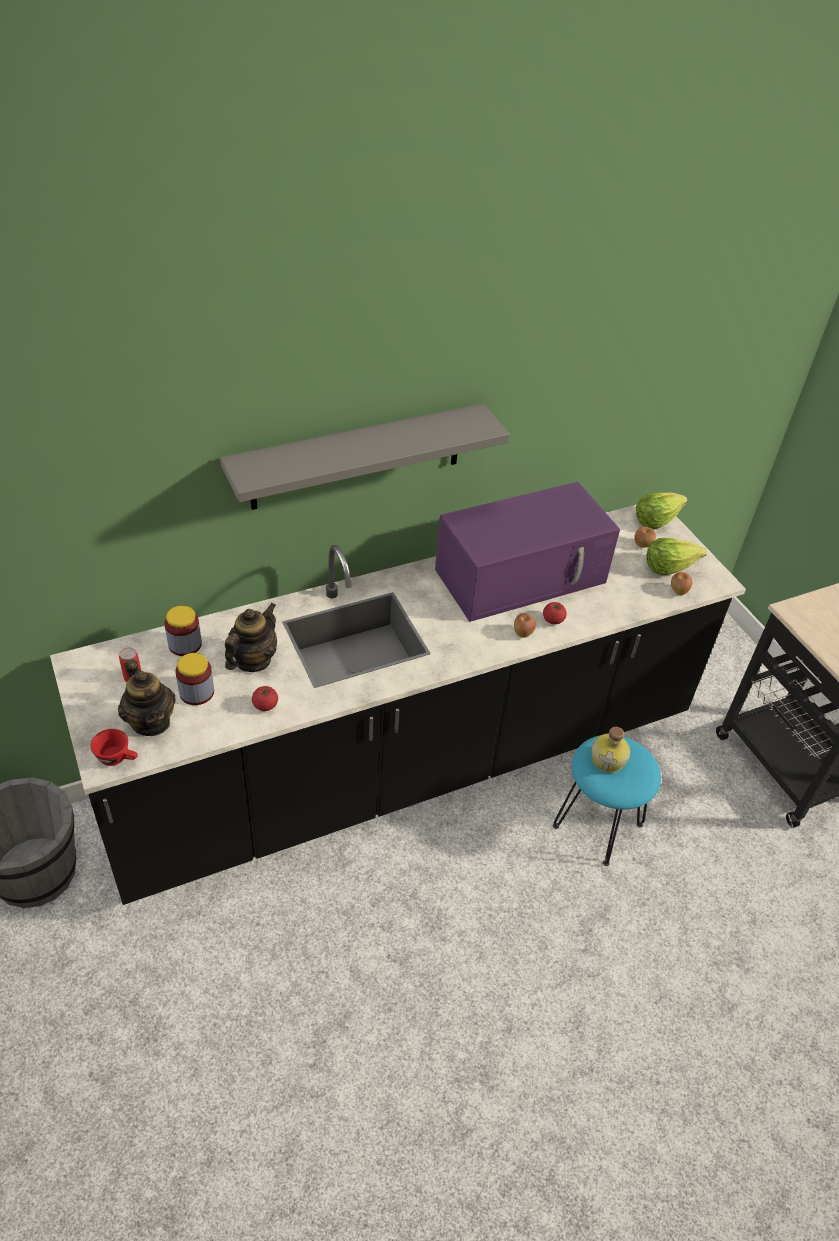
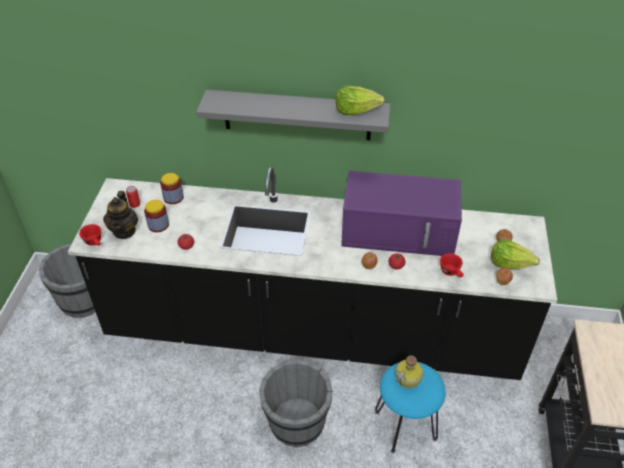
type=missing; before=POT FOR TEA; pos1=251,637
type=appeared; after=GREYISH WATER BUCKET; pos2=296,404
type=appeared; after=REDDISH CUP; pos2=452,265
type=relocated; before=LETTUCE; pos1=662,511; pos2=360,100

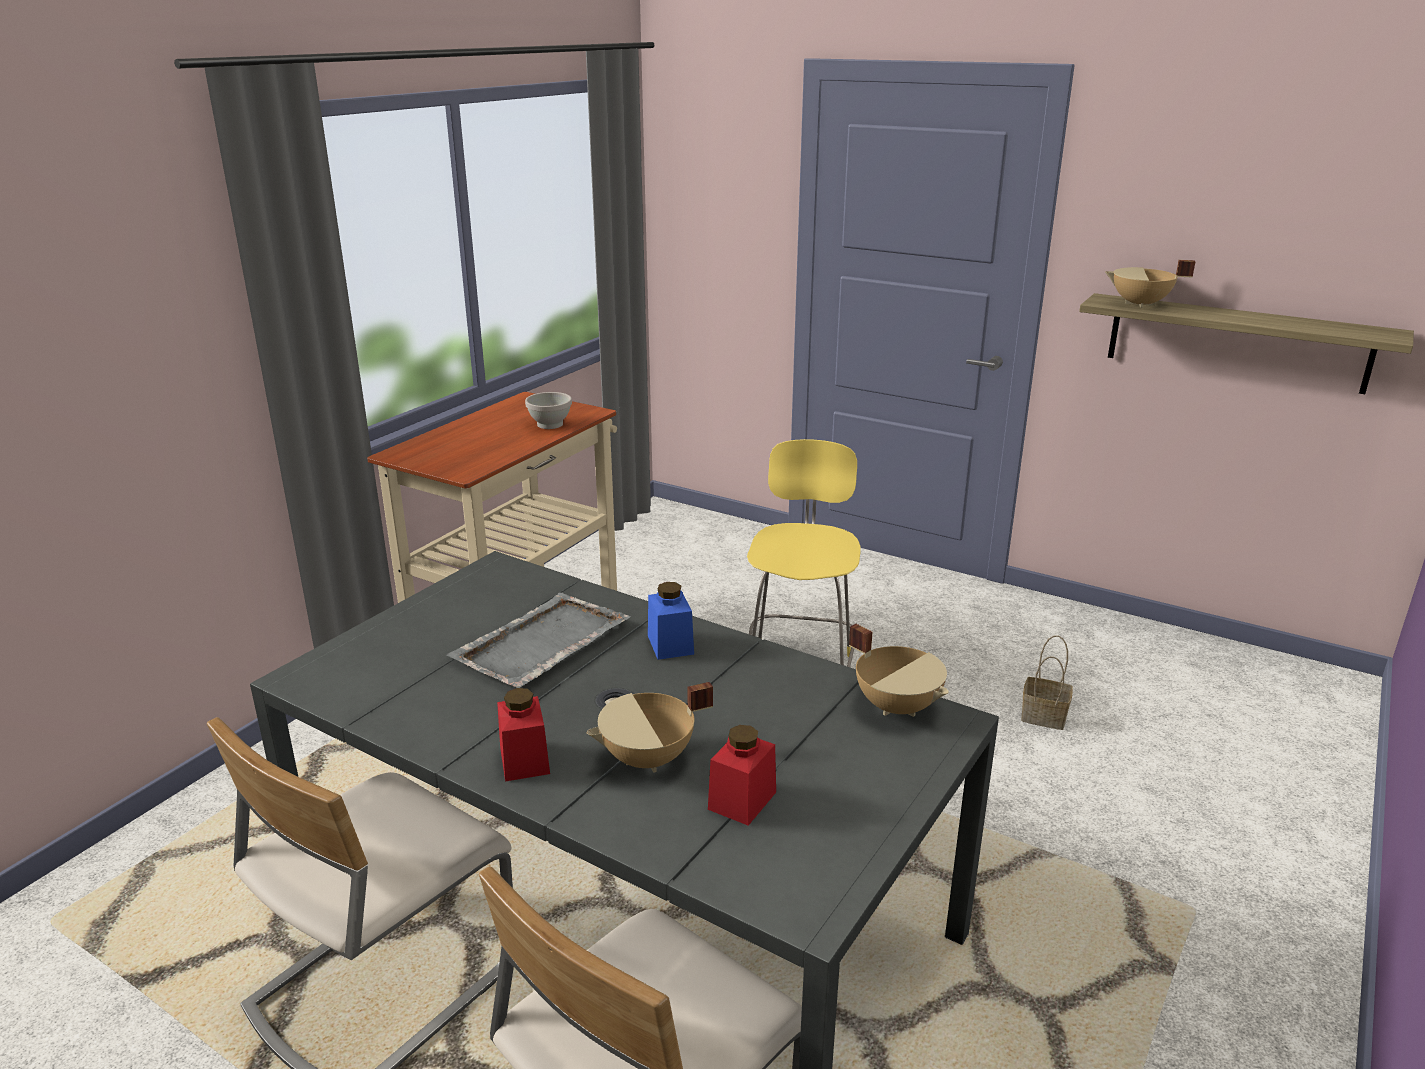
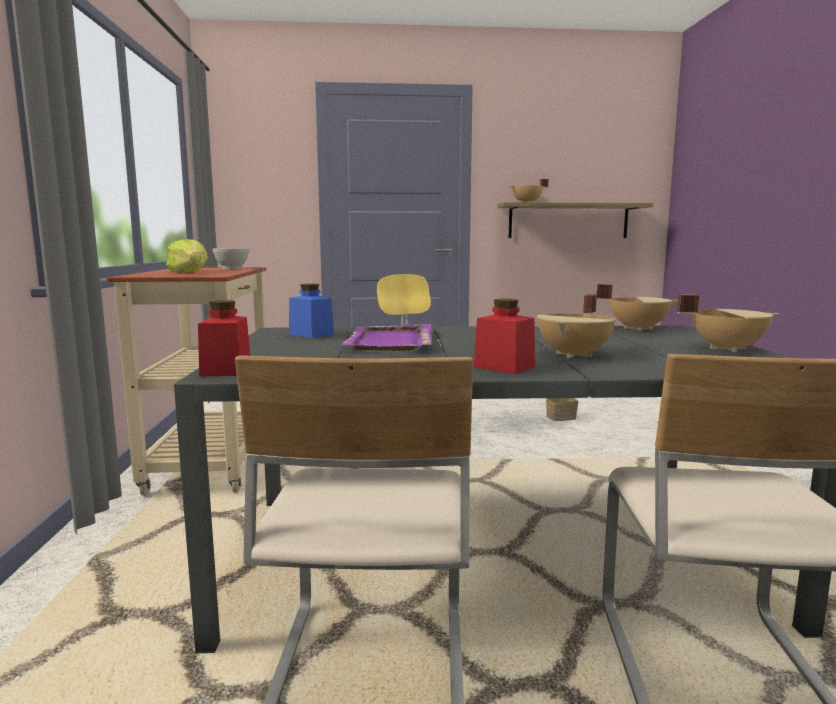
type=appeared; after=LETTUCE; pos2=187,256
type=appeared; after=BEIGE SAUCEPOT; pos2=728,323
type=relocated; before=BLUISH JAR; pos1=671,621; pos2=311,311
type=relocated; before=REDDISH JAR; pos1=742,775; pos2=224,338
type=colour; before=GREYISH TRAY; after=PURPLE TRAY; pos1=538,640; pos2=386,337

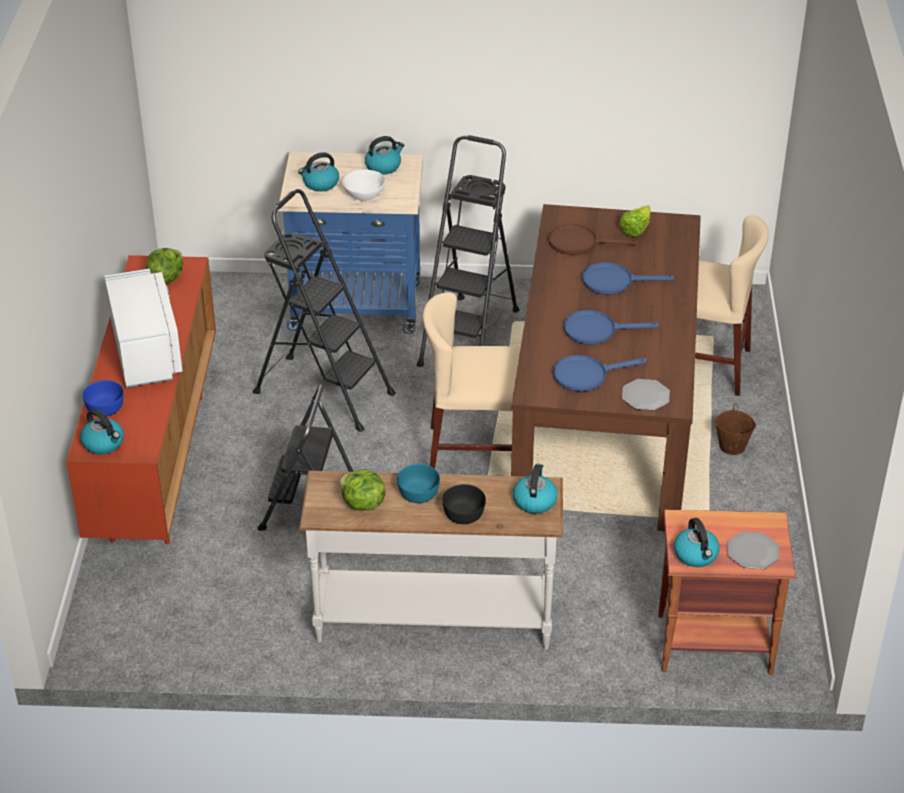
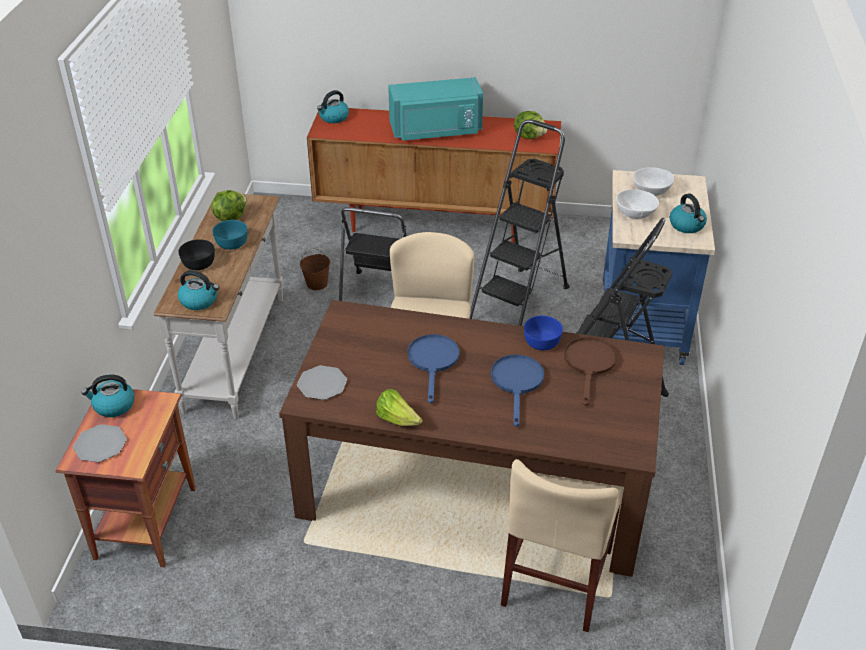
type=missing; before=BLUISH FRYING PAN; pos1=600,373
type=relocated; before=BLUISH BOWL; pos1=103,398; pos2=543,333
type=relocated; before=LETTUCE; pos1=635,221; pos2=399,407
type=relocated; before=BROWN WATER BUCKET; pos1=735,429; pos2=315,269
type=exchanged; before=KETTLE; after=WHITISH BOWL; pos1=318,172; pos2=653,181
type=colour; before=WHITISH MICROWAVE; after=BLUE-GREEN MICROWAVE; pos1=143,328; pos2=435,109

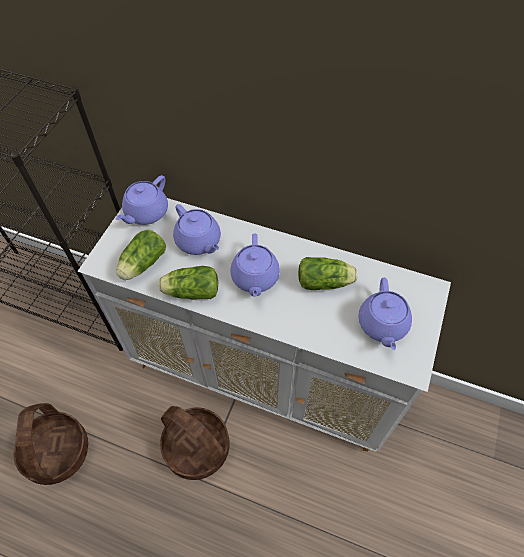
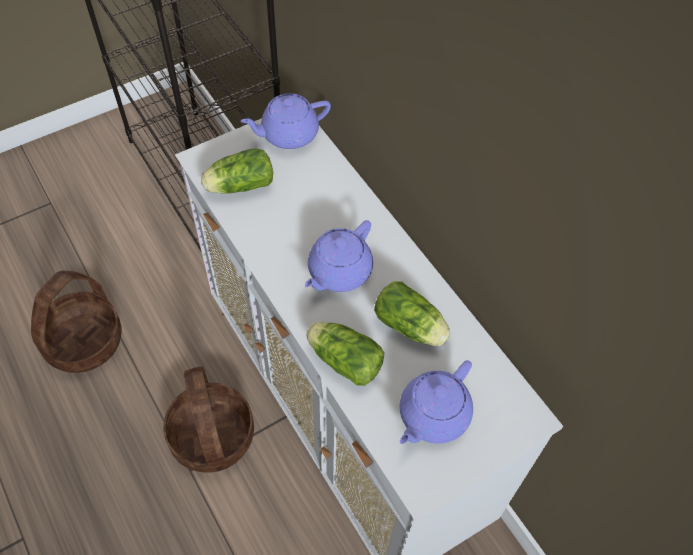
type=missing; before=PURPLE POT FOR TEA; pos1=197,229
type=relocated; before=LETTUCE; pos1=188,283; pos2=345,354

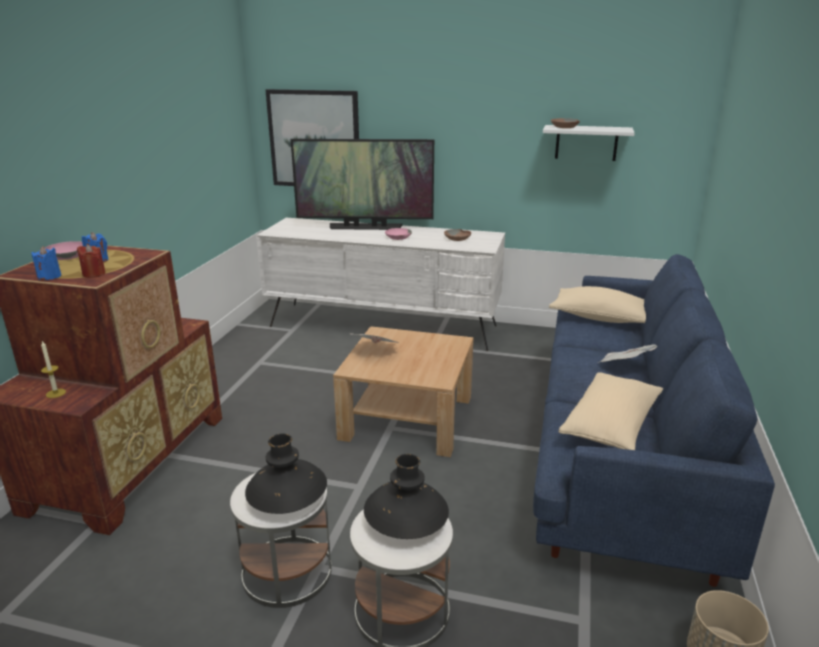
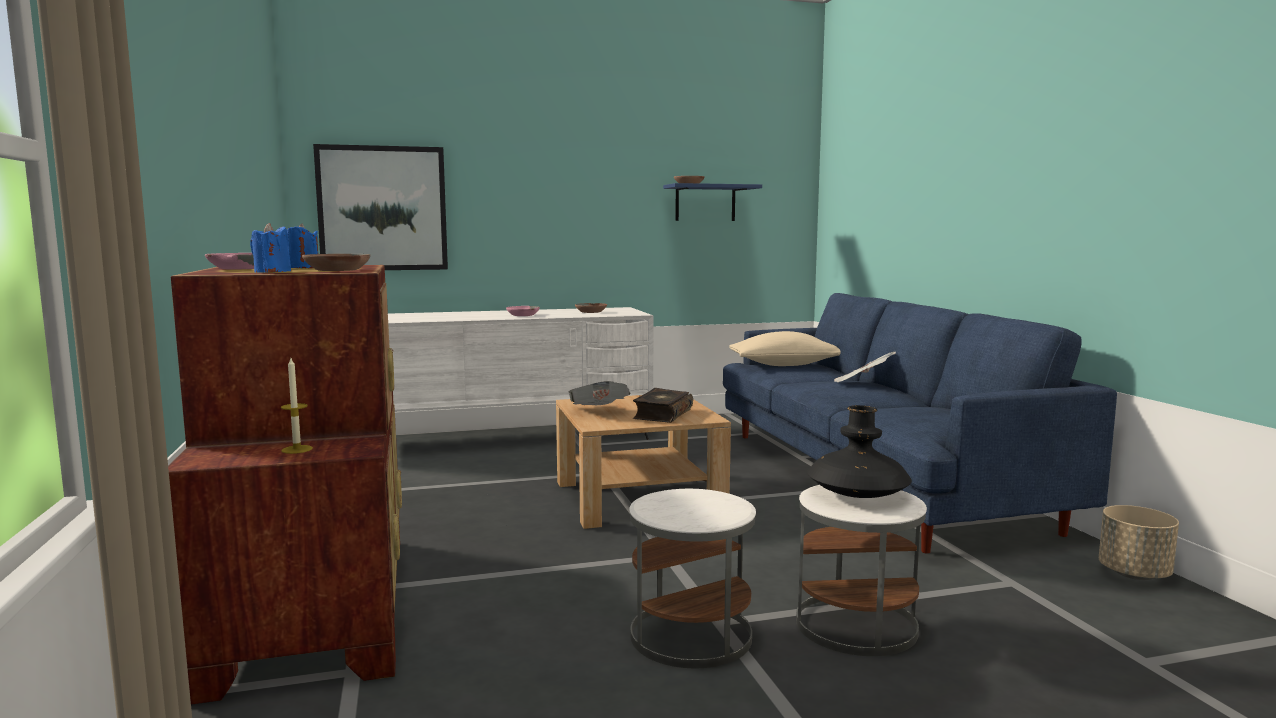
type=missing; before=BLACKISH VASE; pos1=286,473
type=missing; before=TELEVISION; pos1=362,184
type=missing; before=BEIGE CUSHION; pos1=611,411
type=appeared; after=VOLUME; pos2=663,405
type=exchanged; before=REDDISH CANDLE; after=BROWN BOWL; pos1=91,261; pos2=336,262
type=colour; before=WHITISH SHELF; after=BLUISH SHELF; pos1=588,143; pos2=712,202

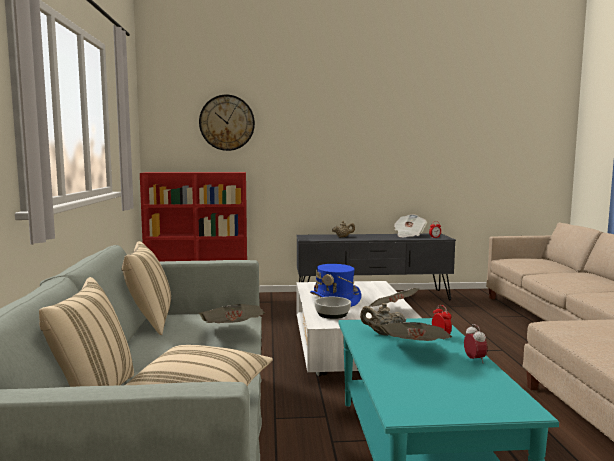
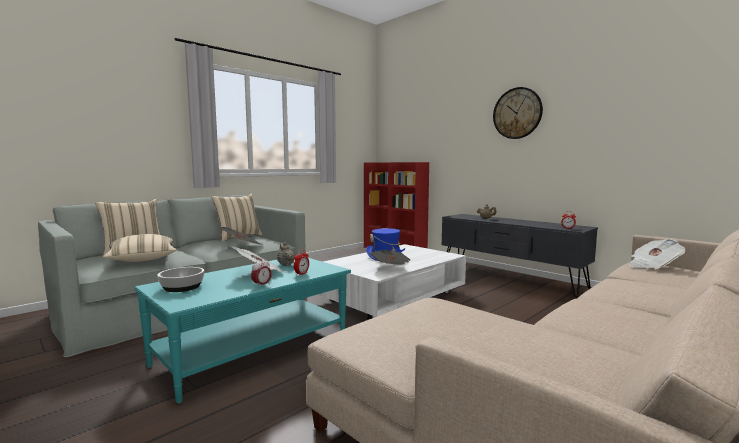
type=relocated; before=CLOCK ON THE WALL; pos1=227,122; pos2=518,113
type=relocated; before=BOWL; pos1=332,308; pos2=180,279
type=relocated; before=DAILY PAPER; pos1=410,225; pos2=657,254

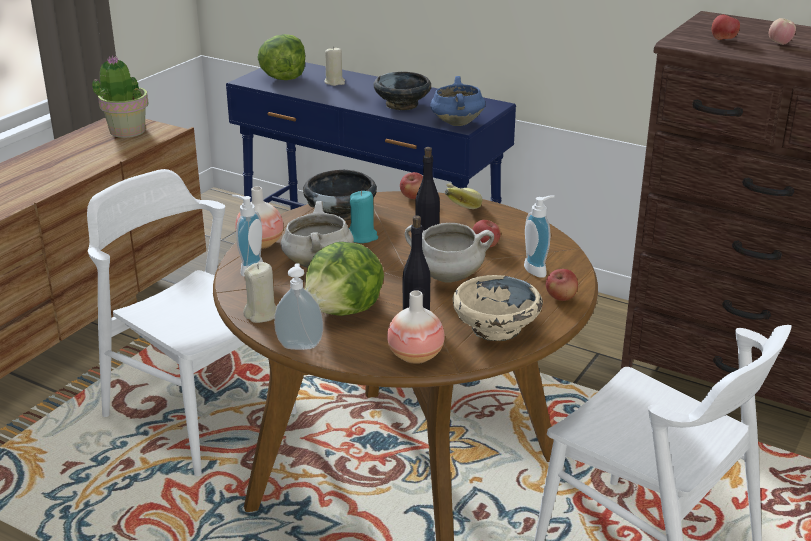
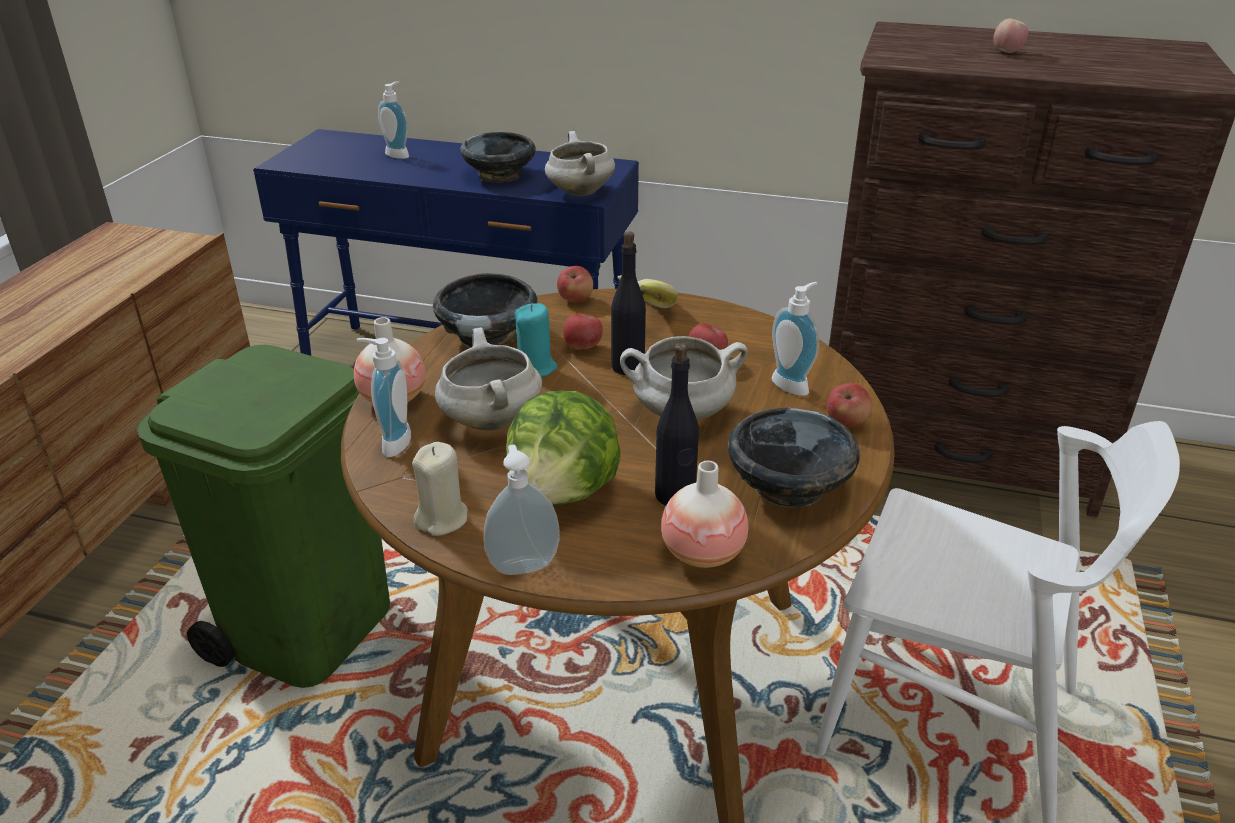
type=missing; before=PLANT IN A POT; pos1=120,97
type=missing; before=LETTUCE; pos1=281,57
type=relocated; before=APPLE; pos1=726,27; pos2=583,331
type=exchanged; before=WHITISH UPRIGHT CHAIR; after=GREEN WASTE BIN; pos1=192,322; pos2=263,516
type=exchanged; before=BEIGE CANDLE; after=LIQUID SOAP BOTTLE; pos1=334,66; pos2=393,120
type=colour; before=BLUISH SAUCEPOT; after=WHITISH SAUCEPOT; pos1=458,101; pos2=580,163
type=colour; before=BEIGE BOWL; after=BLACKISH BOWL; pos1=498,308; pos2=794,457

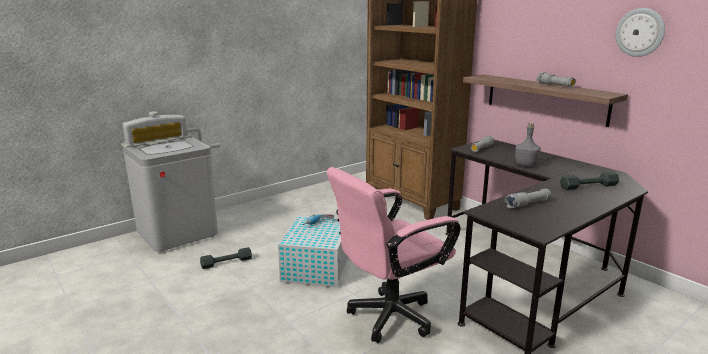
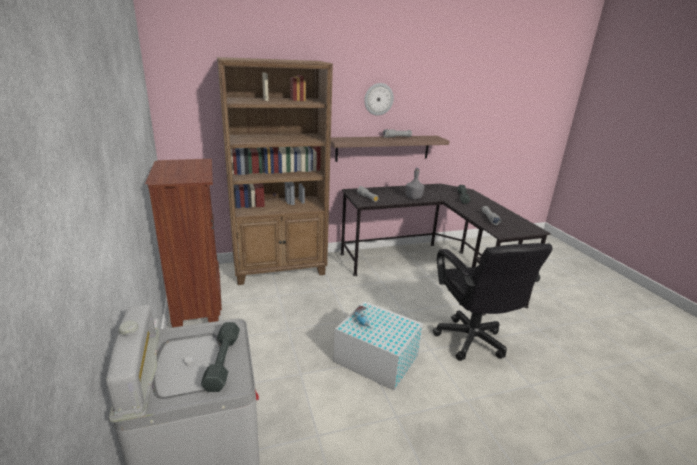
type=appeared; after=BROWN STORAGE CABINET; pos2=183,243
type=relocated; before=GREYISH HAND WEIGHT; pos1=226,258; pos2=220,357
type=relocated; before=CLOCK ON THE WALL; pos1=640,32; pos2=379,99
type=colour; before=PINK-COLOURED OFFICE CHAIR; after=BLACKISH OFFICE CHAIR; pos1=393,255; pos2=492,302

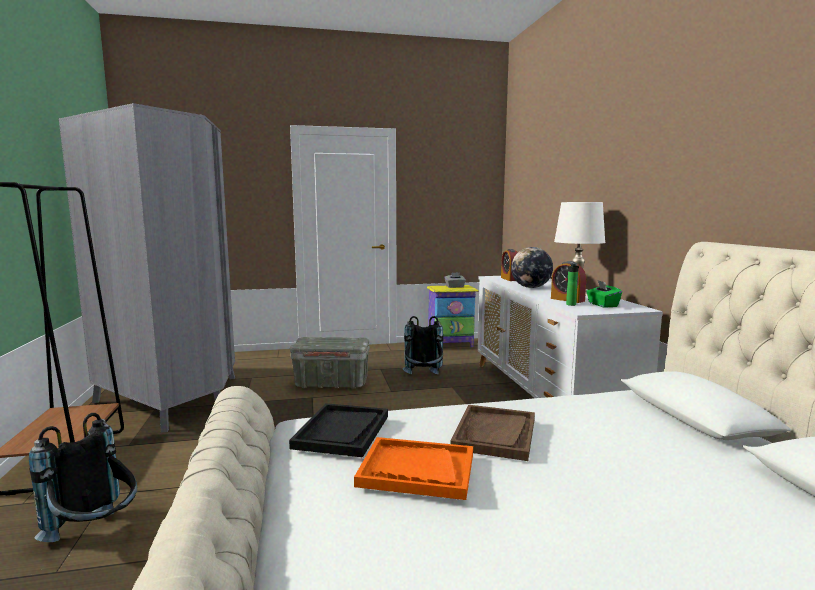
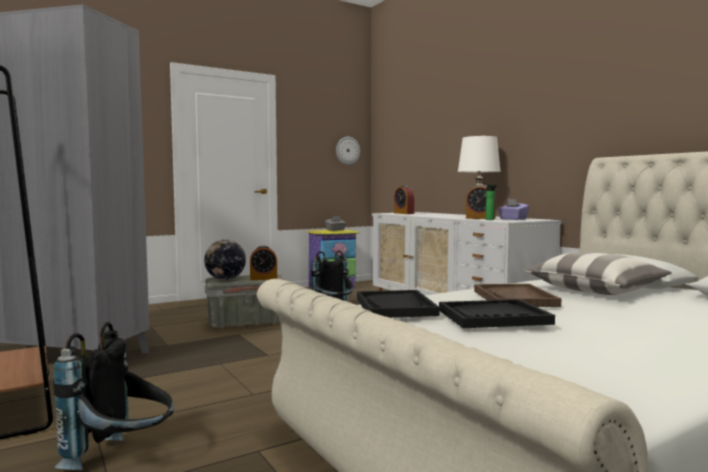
type=appeared; after=TABLE CLOCK; pos2=263,263
type=appeared; after=CLOCK ON THE WALL; pos2=348,151
type=appeared; after=CUSHION; pos2=597,273
type=relocated; before=WORLD GLOBE; pos1=532,267; pos2=225,259
type=colour; before=ORANGE-COLOURED TRAY; after=BLACKISH TRAY; pos1=413,468; pos2=497,313
type=colour; before=GREEN TISSUE BOX; after=PURPLE TISSUE BOX; pos1=604,294; pos2=513,209

